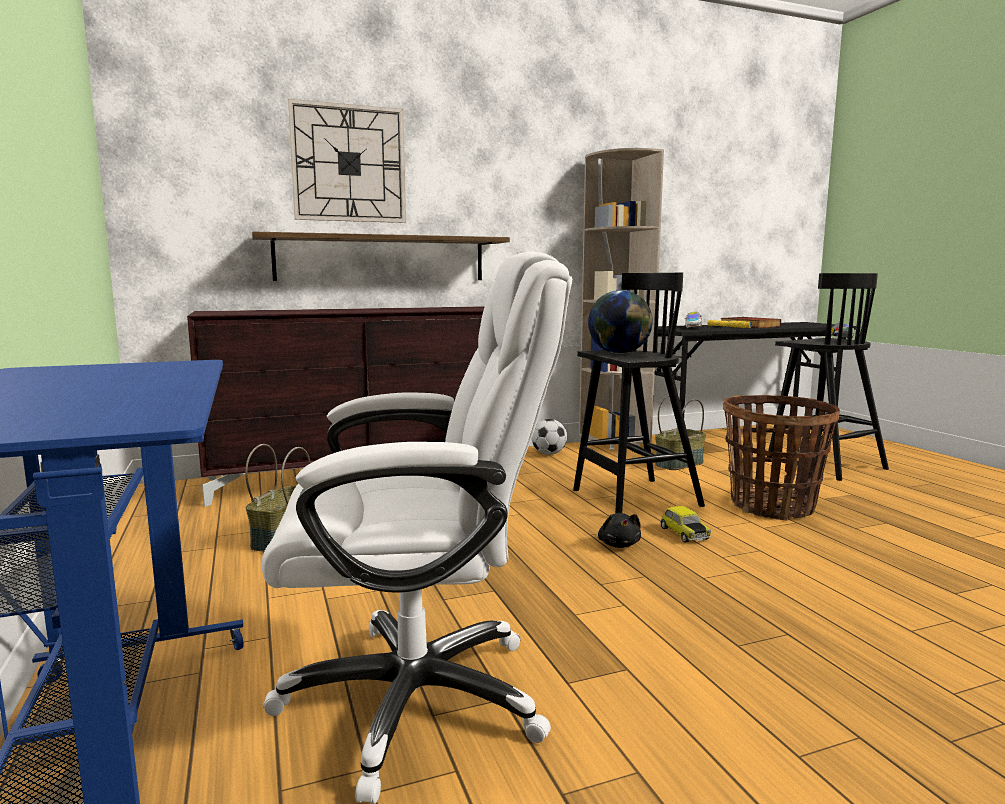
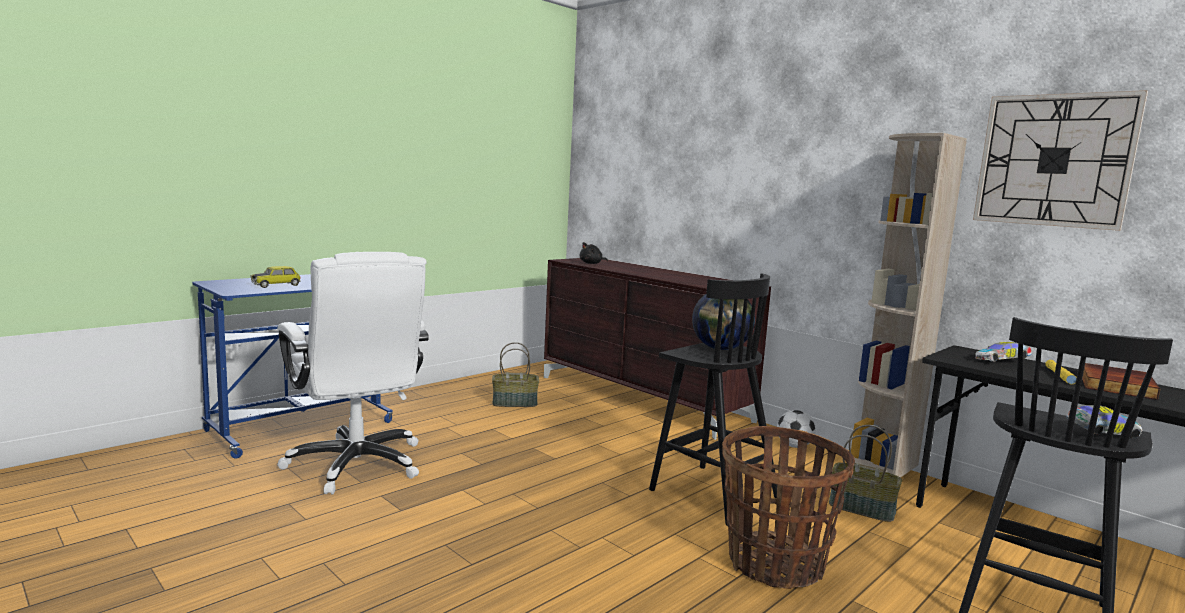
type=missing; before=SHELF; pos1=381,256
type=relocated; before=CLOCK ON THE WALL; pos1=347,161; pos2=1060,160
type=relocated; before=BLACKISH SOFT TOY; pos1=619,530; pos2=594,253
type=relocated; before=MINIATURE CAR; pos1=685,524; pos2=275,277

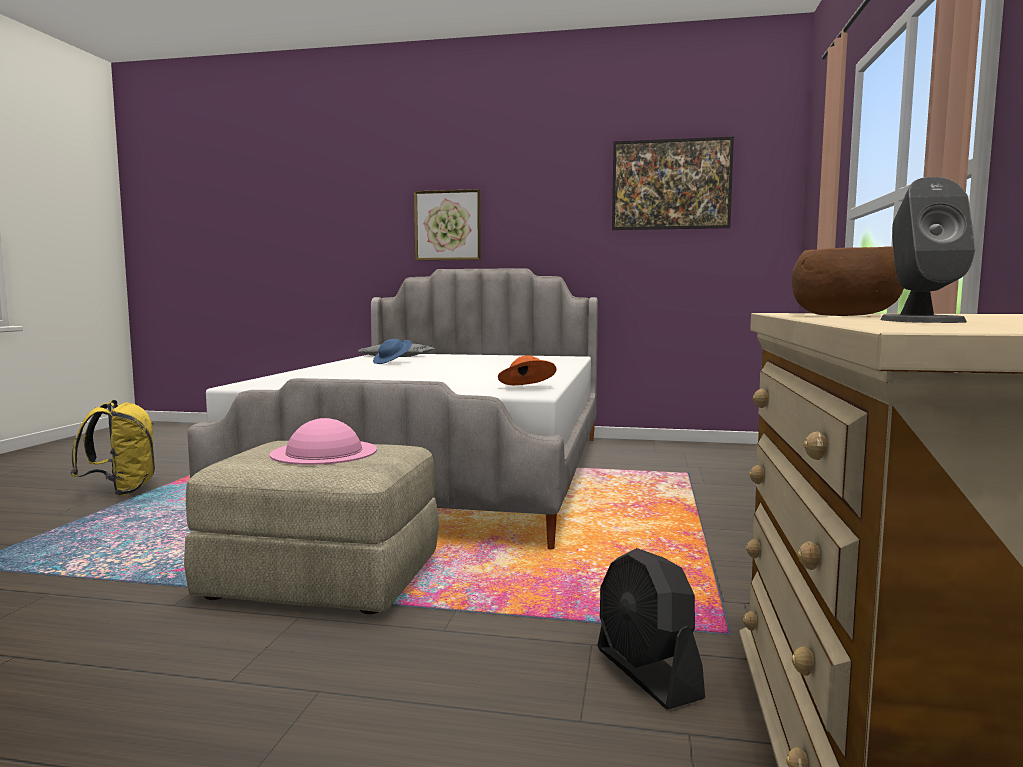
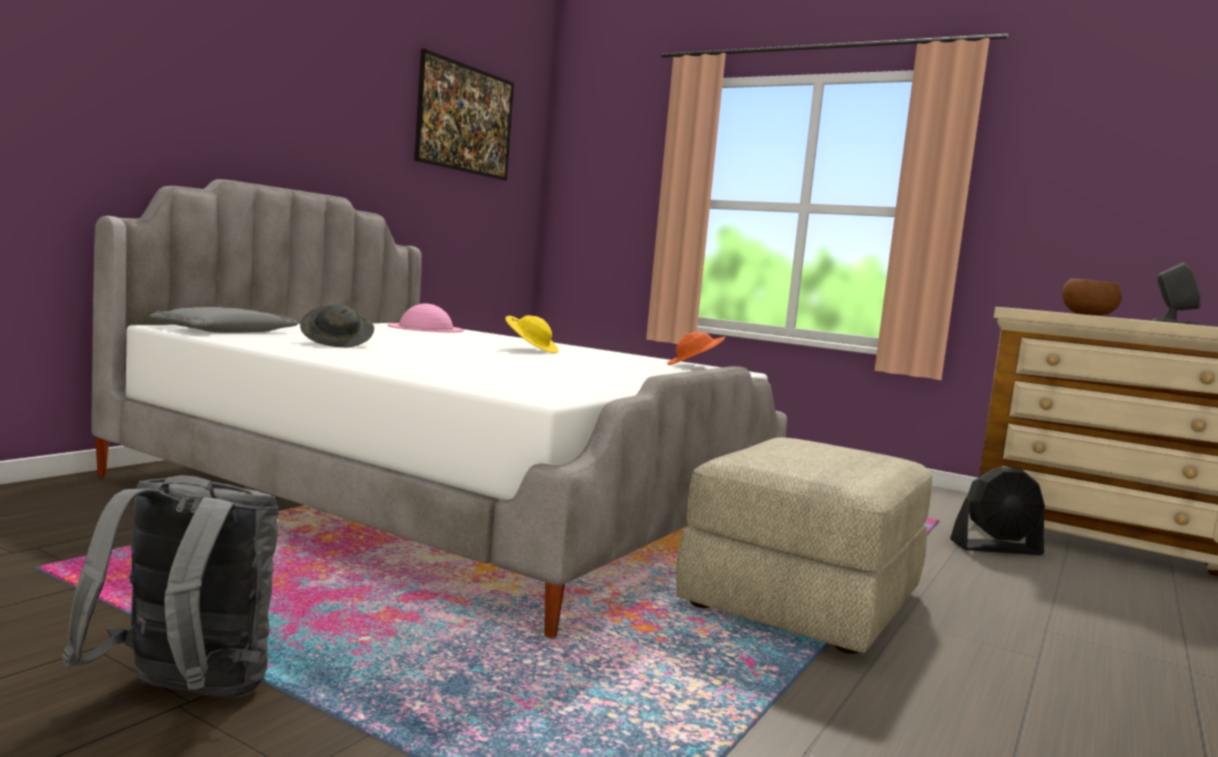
type=missing; before=PICTURE; pos1=447,225
type=appeared; after=YELLOW-COLOURED CLOTHING HAT; pos2=532,334
type=relocated; before=PINK-COLOURED CLOTHING HAT; pos1=323,441; pos2=426,318
type=colour; before=YELLOW-COLOURED BACKPACK; after=GREYISH BACKPACK; pos1=112,448; pos2=170,586
type=colour; before=BLUISH CLOTHING HAT; after=GREYISH CLOTHING HAT; pos1=392,351; pos2=337,326

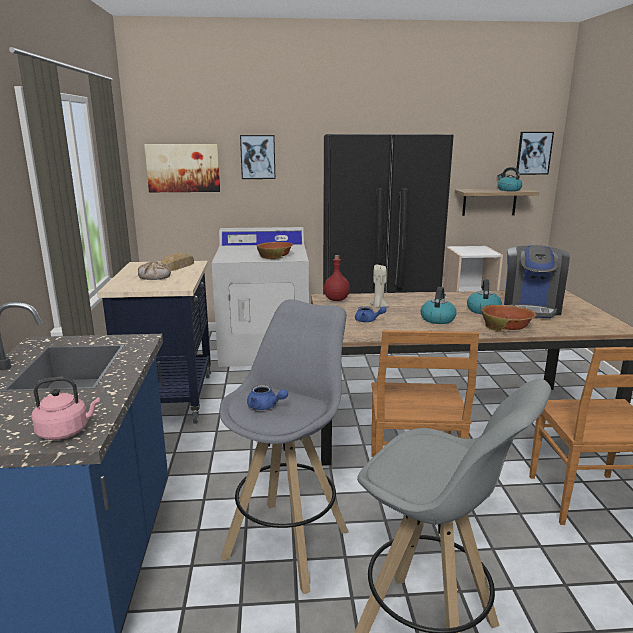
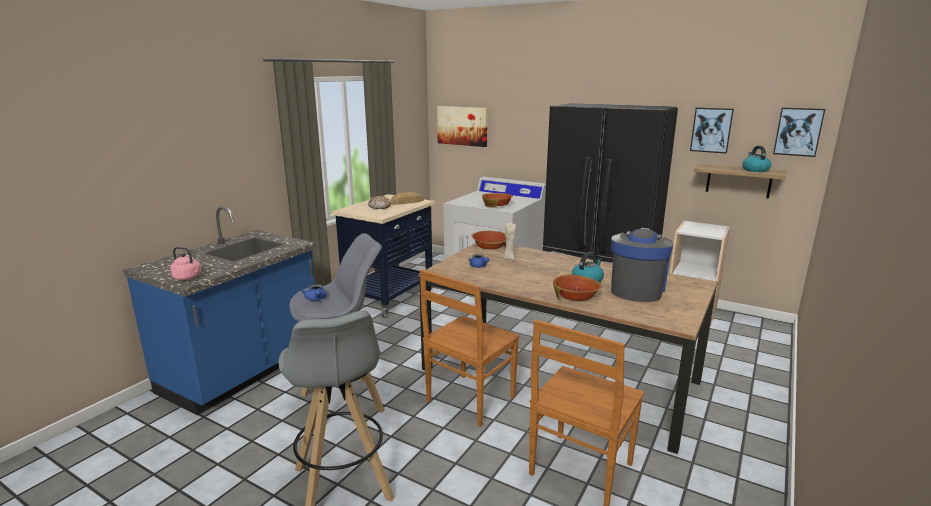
type=missing; before=KETTLE; pos1=438,305
type=relocated; before=PICTURE; pos1=257,157; pos2=712,130
type=exchanged; before=REDDISH BEVERAGE BOTTLE; after=BOWL; pos1=337,278; pos2=489,240
type=spun; before=COFFEE MAKER; pos1=537,281; pos2=642,265; turn=150

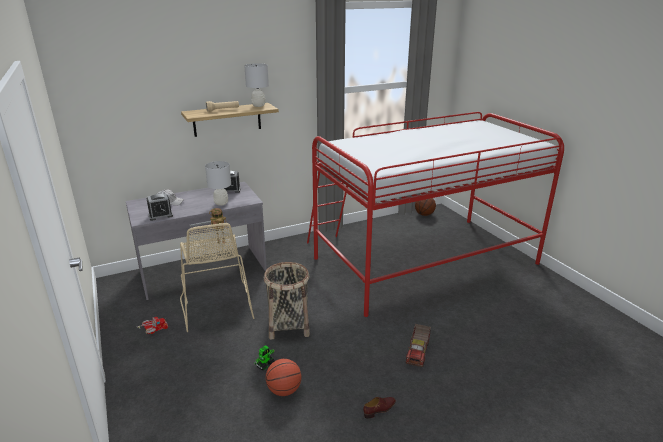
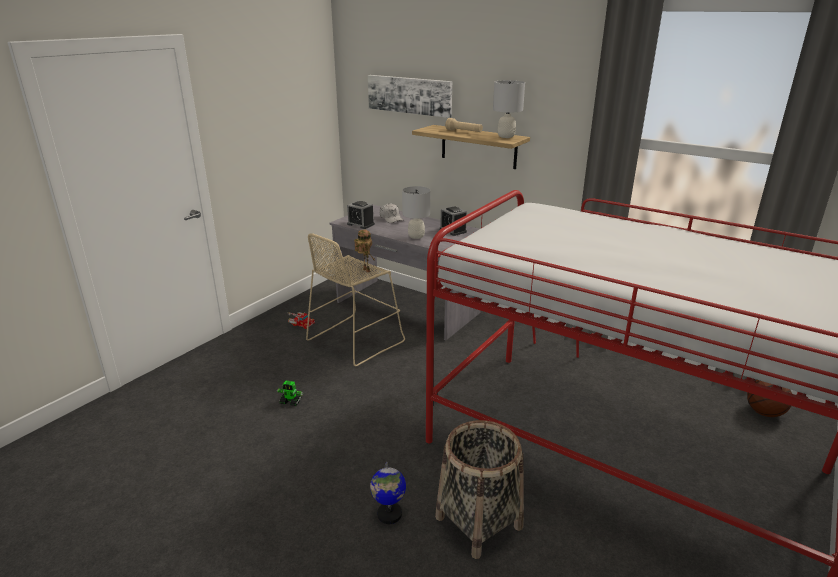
type=missing; before=BASKETBALL; pos1=283,377
type=missing; before=BROWN SHOE; pos1=379,408
type=appeared; after=PICTURE; pos2=410,96
type=relocated; before=STORAGE BASKET; pos1=287,301; pos2=479,489
type=exchanged; before=TOY LORRY; after=WORLD GLOBE; pos1=418,345; pos2=388,493

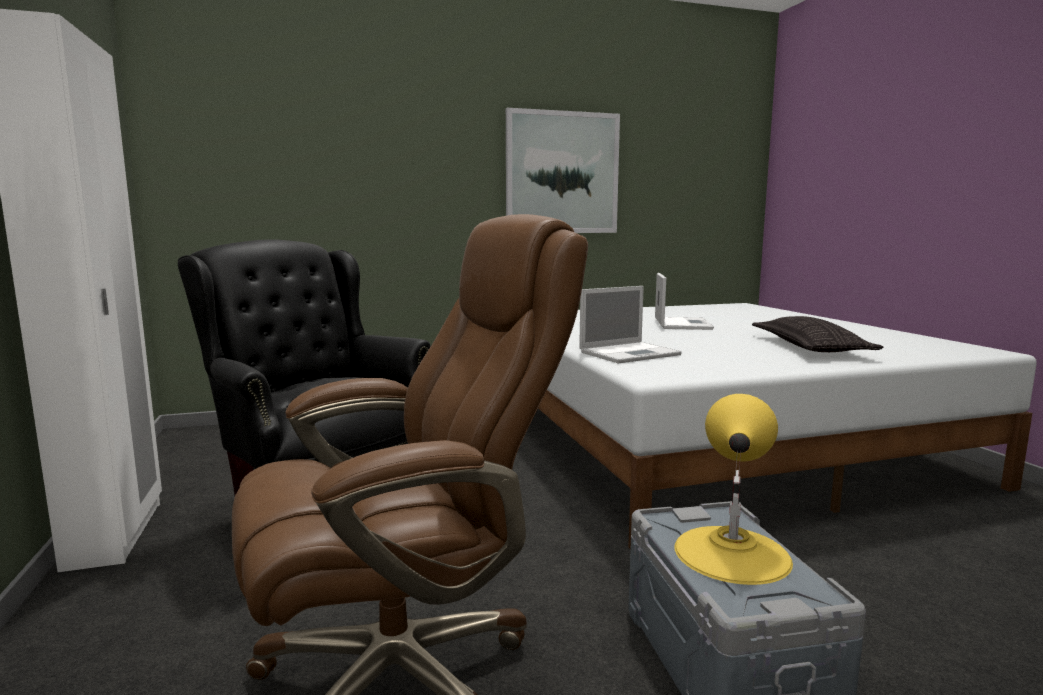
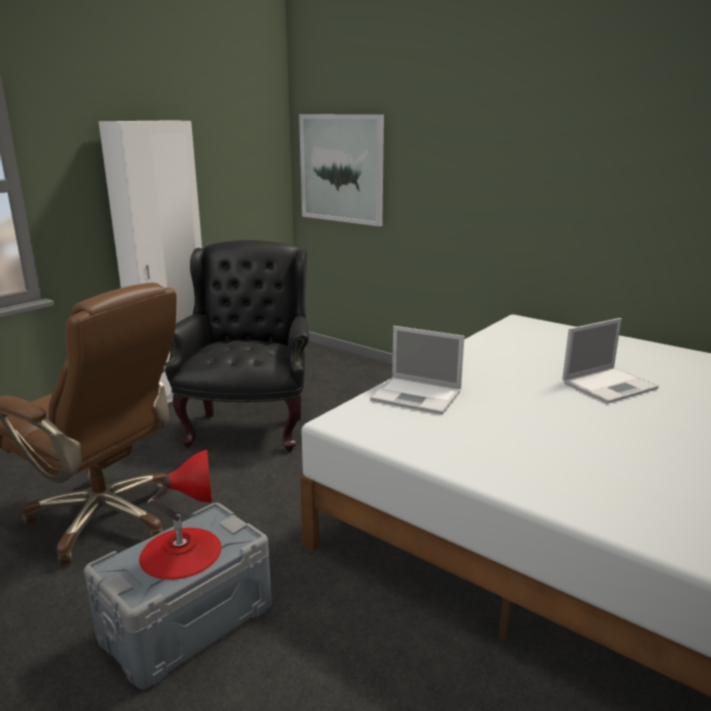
type=missing; before=CUSHION; pos1=817,334
type=relocated; before=PICTURE; pos1=563,170; pos2=341,170
type=colour; before=YELLOW-COLOURED TABLETOP LAMP; after=REDDISH TABLETOP LAMP; pos1=733,489; pos2=180,515

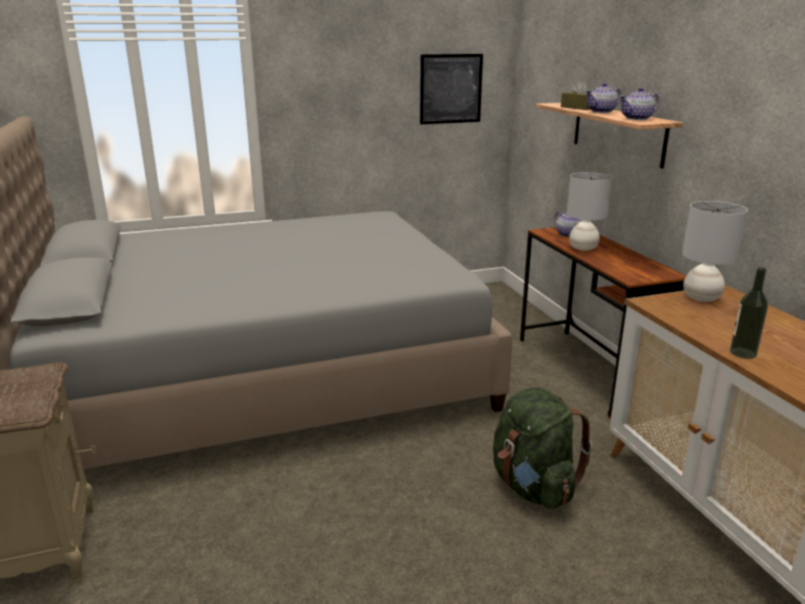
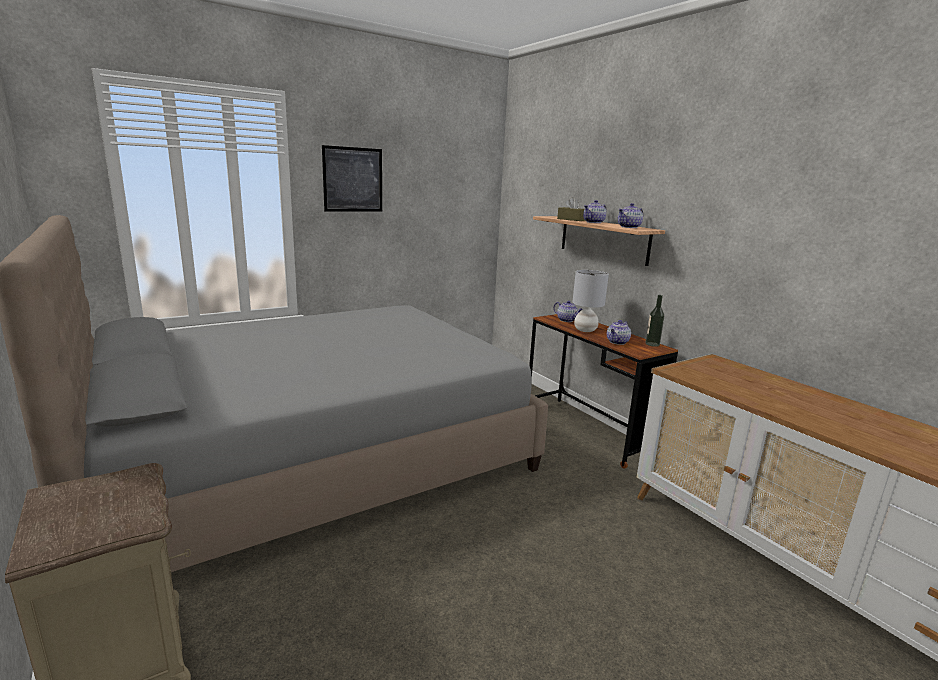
type=missing; before=GREEN BACKPACK; pos1=543,448
type=missing; before=GREYISH TABLETOP LAMP; pos1=715,251
type=appeared; after=POT FOR TEA; pos2=619,332
type=relocated; before=PICTURE; pos1=451,89; pos2=352,178
type=relocated; before=BEVERAGE BOTTLE; pos1=749,313; pos2=654,321

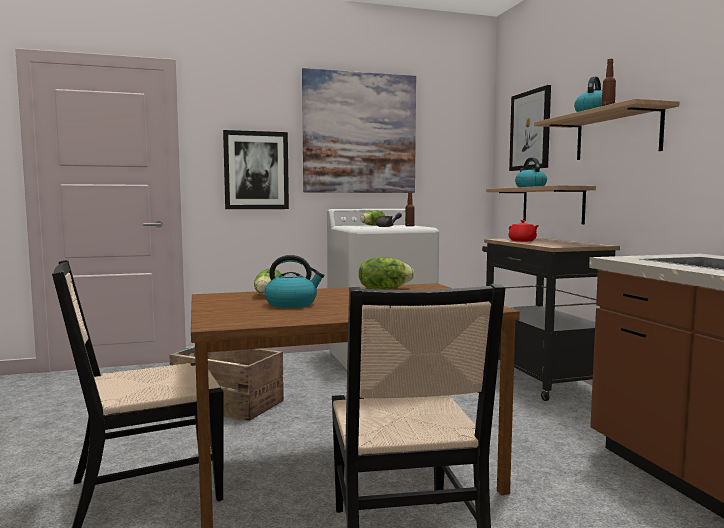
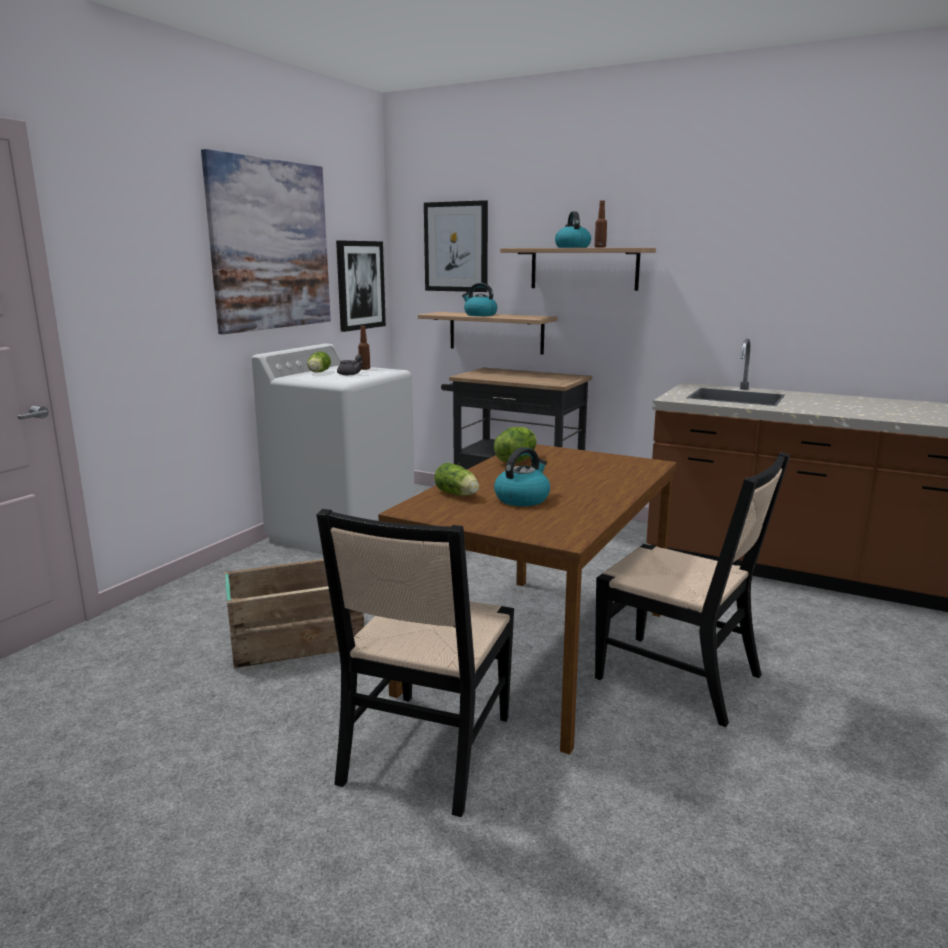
type=missing; before=REDDISH POT FOR TEA; pos1=524,231
type=relocated; before=PICTURE; pos1=256,169; pos2=361,286

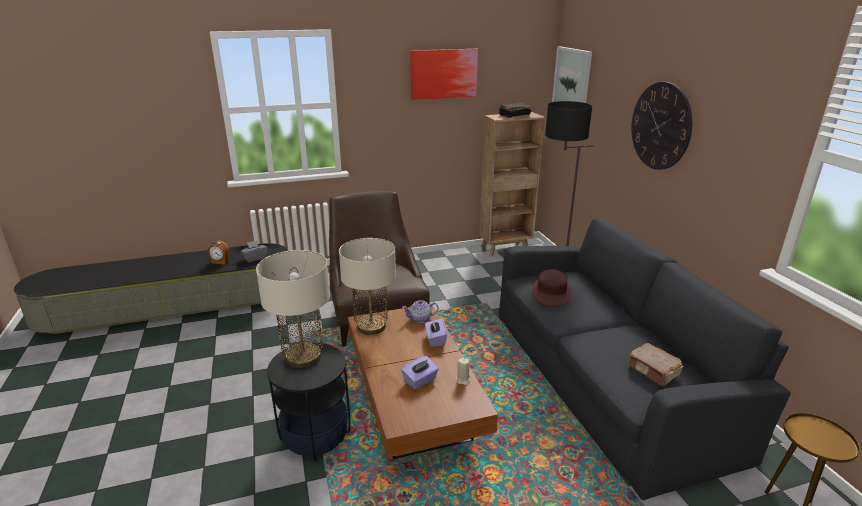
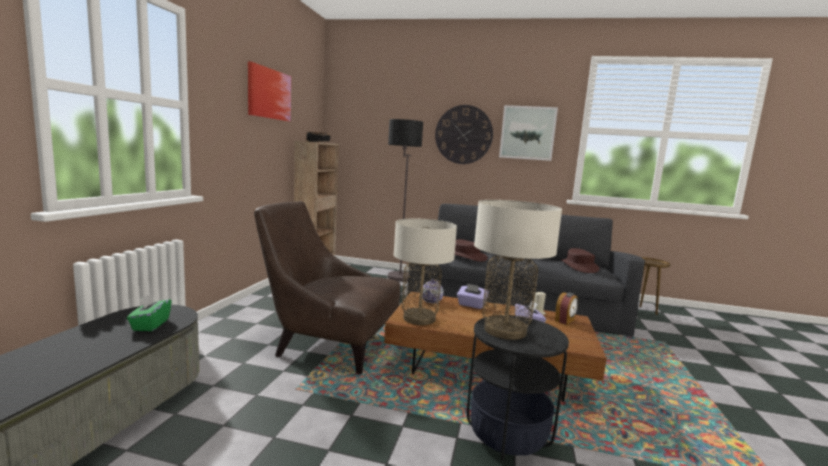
type=relocated; before=TABLE CLOCK; pos1=219,253; pos2=566,308
type=relocated; before=PICTURE; pos1=572,75; pos2=528,133
type=exchanged; before=BROWN VOLUME; after=BROWN CLOTHING HAT; pos1=655,364; pos2=580,260
type=colour; before=GREYISH TISSUE BOX; after=GREEN TISSUE BOX; pos1=254,251; pos2=149,312

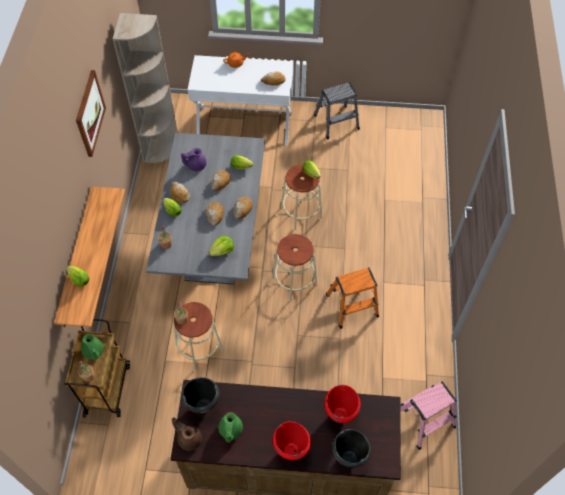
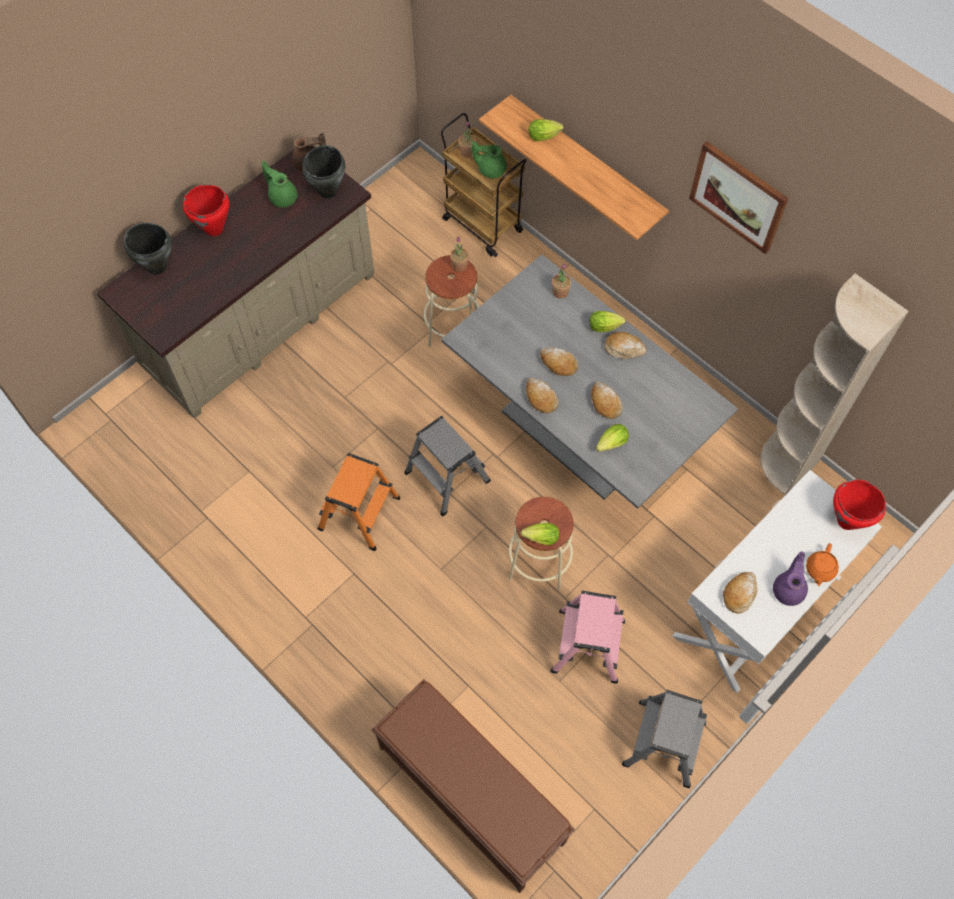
type=missing; before=LETTUCE; pos1=221,246
type=appeared; after=BROWN LONG SEAT; pos2=473,786
type=relocated; before=PURPLE POT FOR TEA; pos1=194,159; pos2=790,579
type=relocated; before=REDDISH SAUCEPOT; pos1=342,404; pos2=859,504
type=relocated; before=PINK-COLOURED STEPLADDER; pos1=429,415; pos2=588,637
type=exchanged; before=BEIGE SITTING STOOL; after=GREYISH STEPLADDER; pos1=294,268; pos2=447,466

